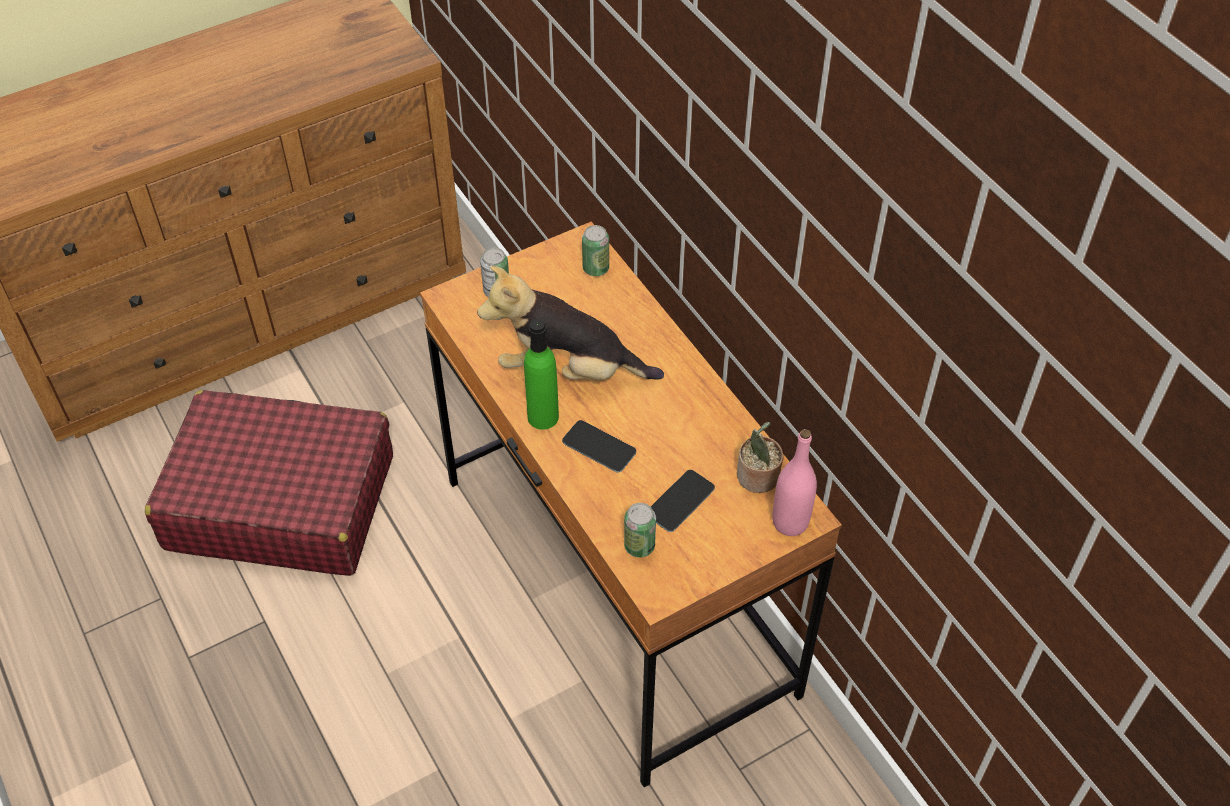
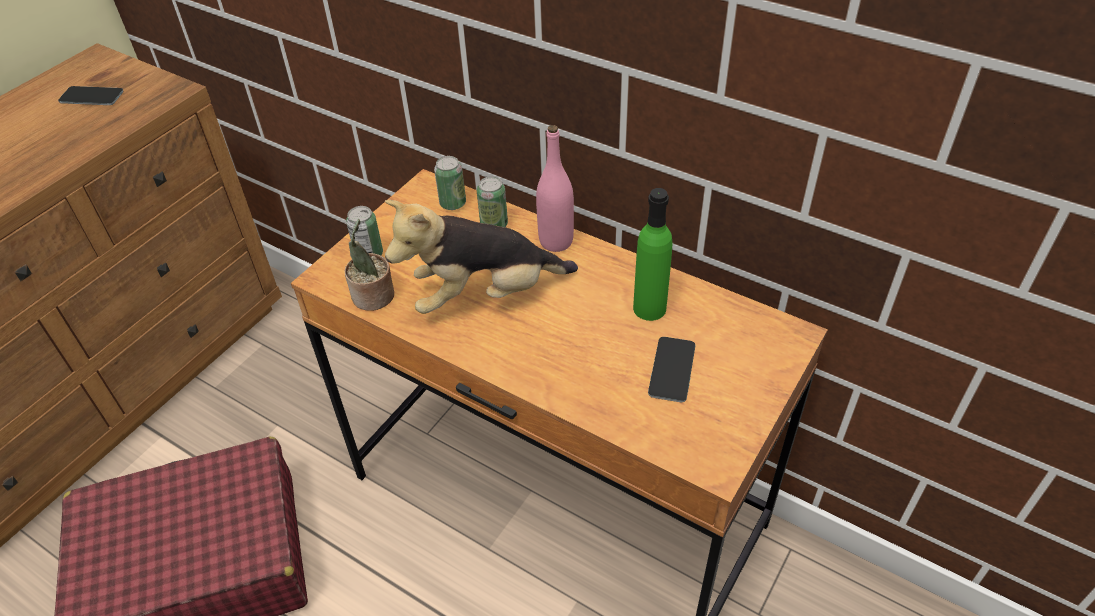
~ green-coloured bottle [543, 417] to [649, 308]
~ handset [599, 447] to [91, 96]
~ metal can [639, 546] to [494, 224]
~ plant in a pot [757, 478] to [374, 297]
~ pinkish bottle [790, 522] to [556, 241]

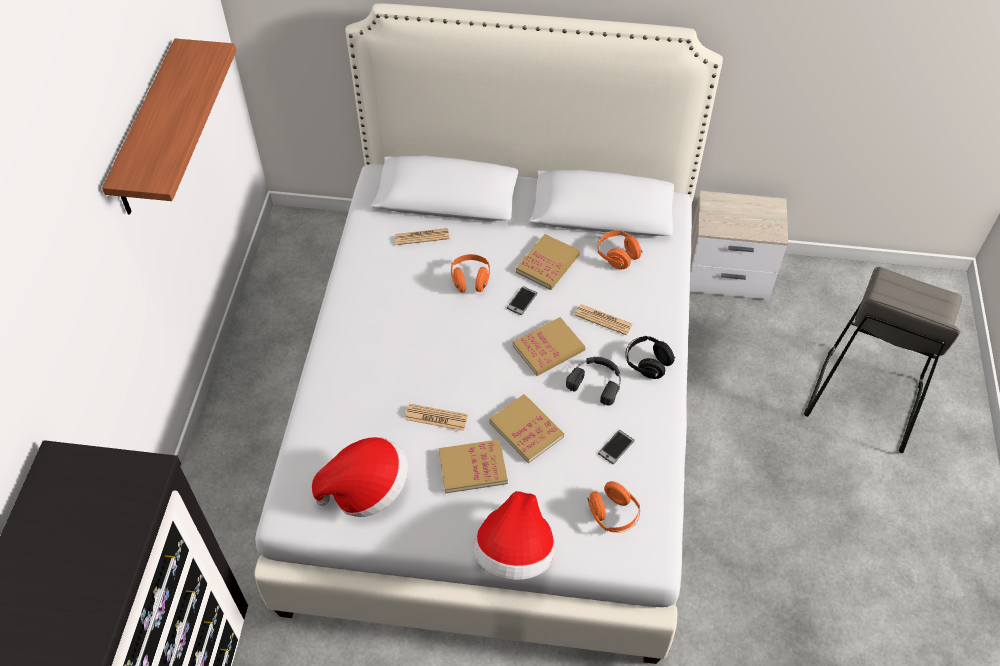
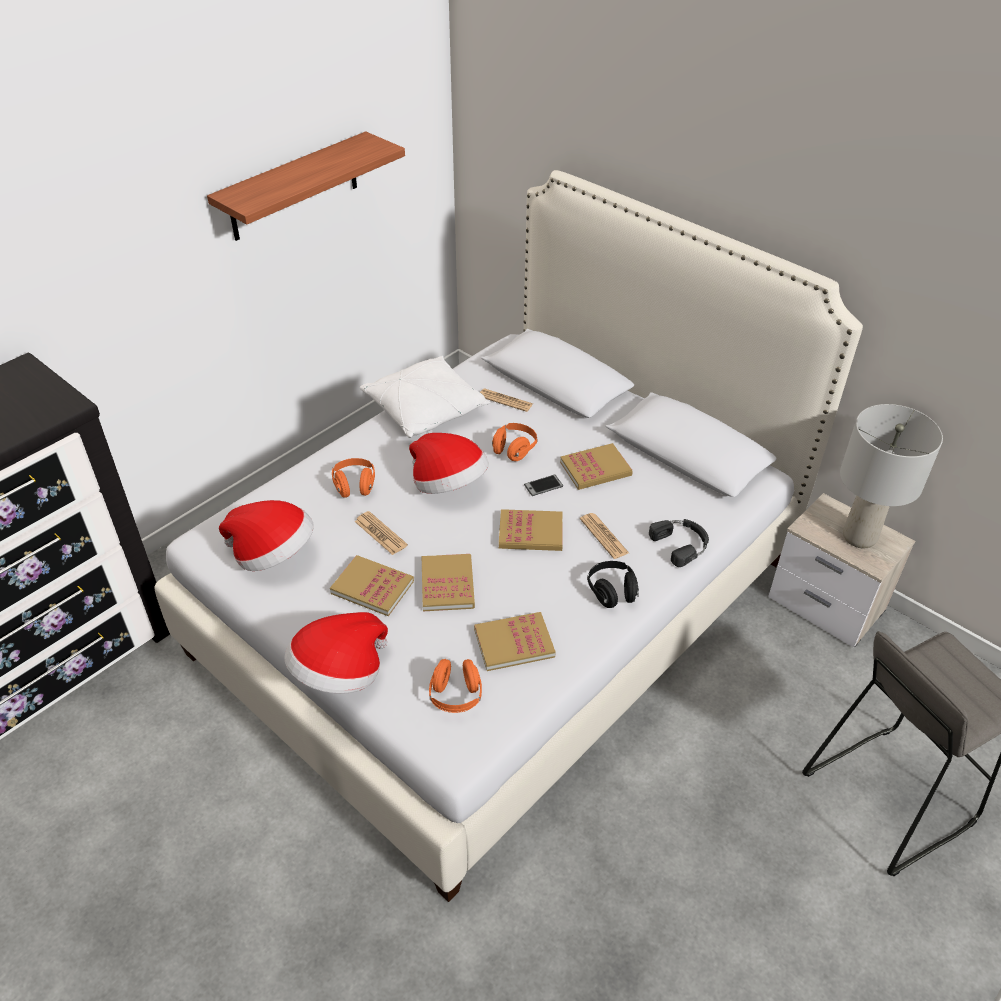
~ black-coloured headphones [596, 381] to [681, 544]
~ orangey headphones [617, 256] to [354, 486]
~ handset [616, 447] to book [514, 643]
+ whitish pillow [426, 409]
+ hat [449, 485]
+ grey table lamp [858, 536]

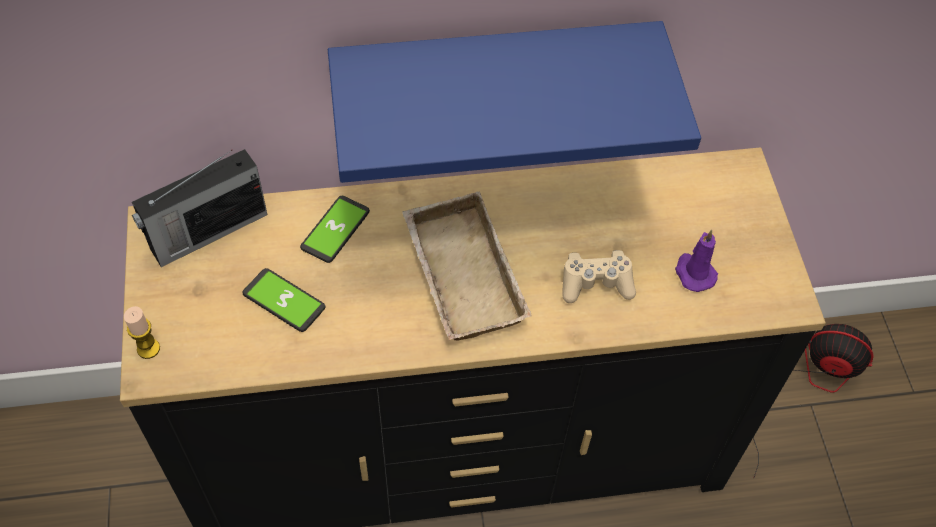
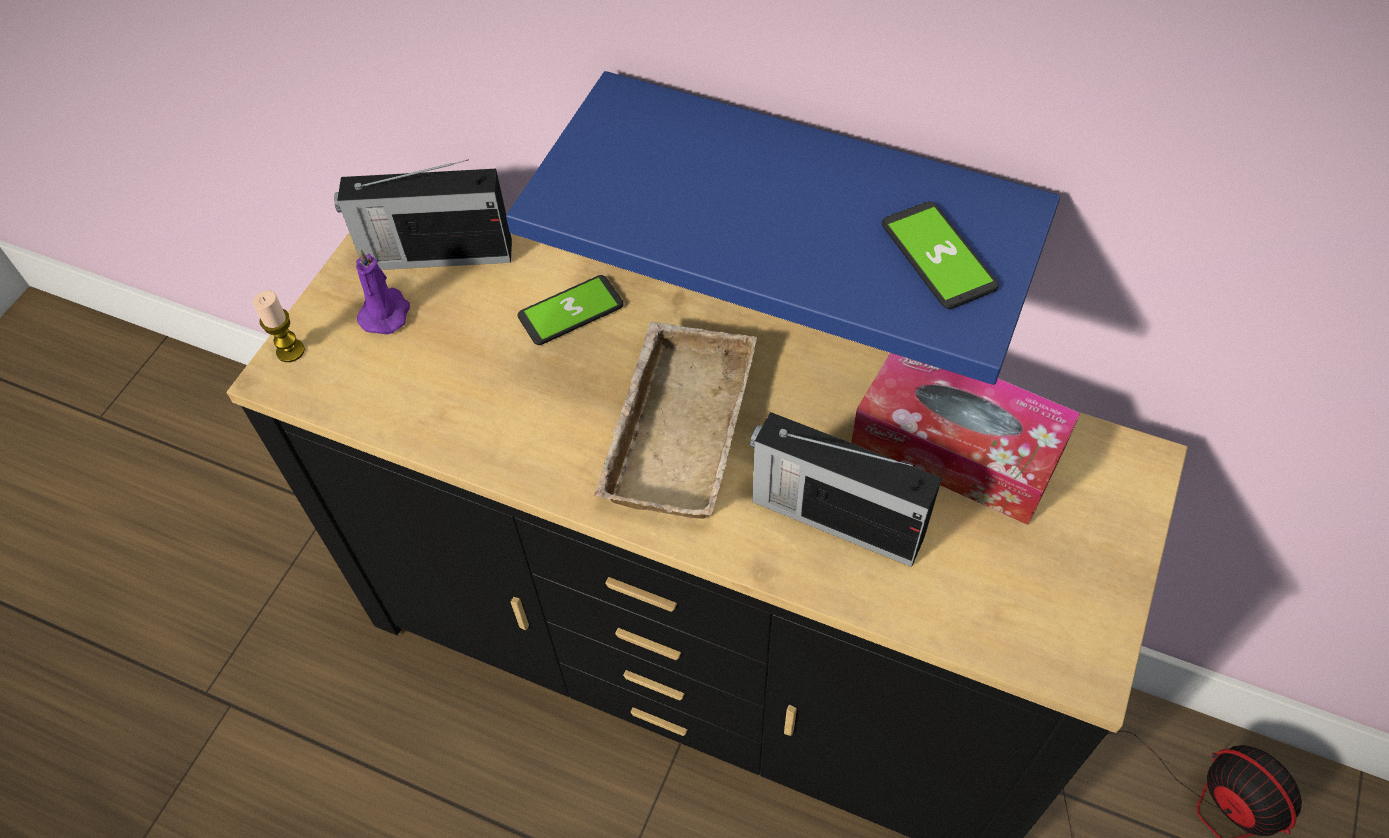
~ handset [284, 301] to [938, 256]
~ beige game controller [596, 283] to radio set [834, 517]
~ purplish candle [694, 273] to [386, 312]
+ box of tissues [957, 446]

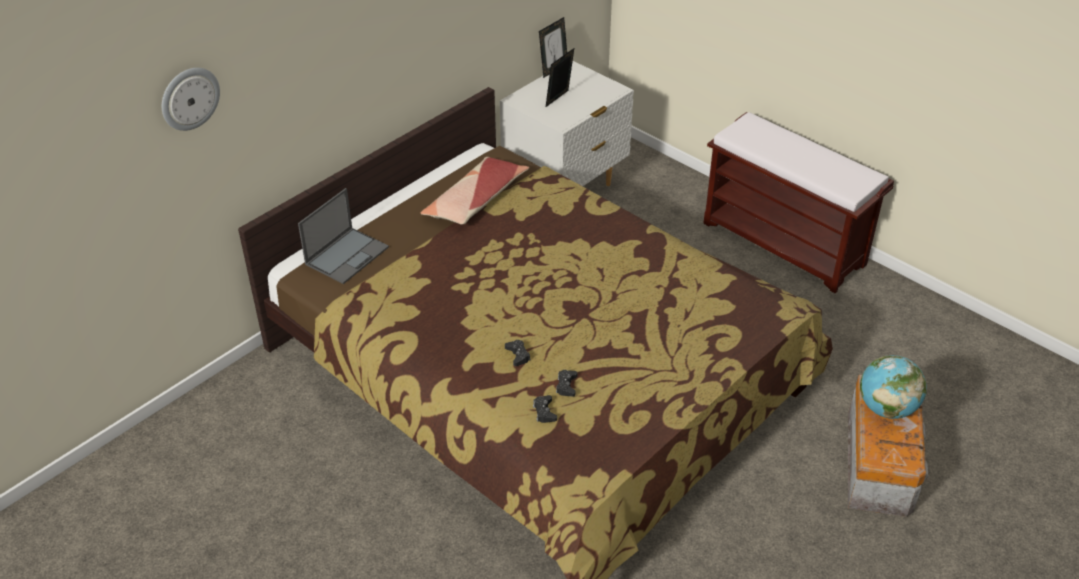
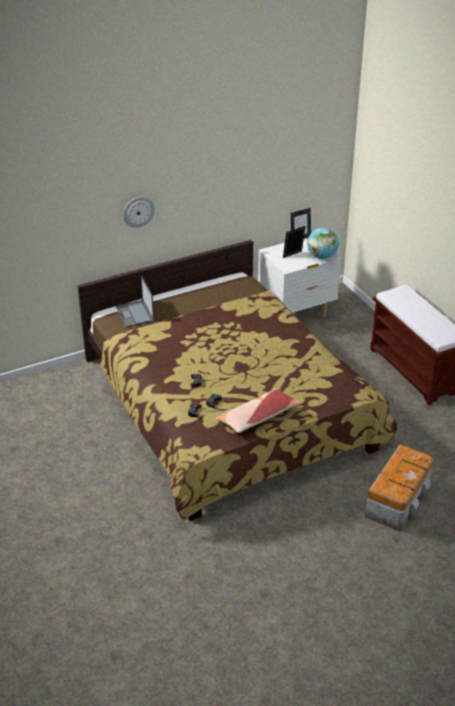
~ wall clock [189, 98] to [138, 211]
~ laptop [347, 255] = [135, 314] 105 degrees clockwise
~ pillow [475, 201] to [258, 417]
~ globe [886, 408] to [322, 257]

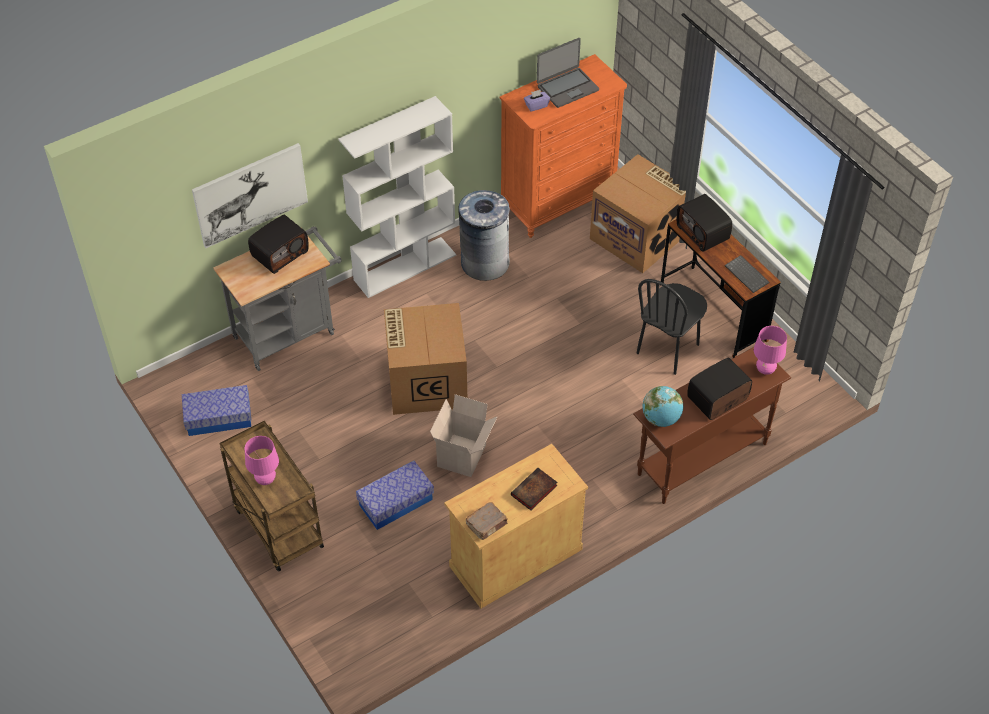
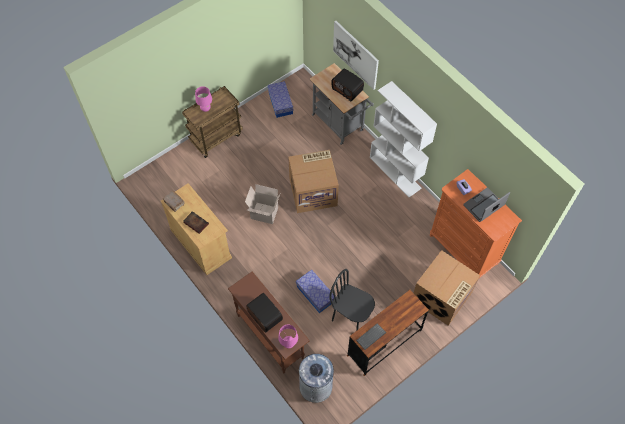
~ storage box [395, 502] to [315, 294]
~ grey rubbish bin [484, 262] to [316, 386]
~ laptop [567, 88] = [484, 205] 90 degrees clockwise
- globe [661, 418]
- radio set [703, 232]

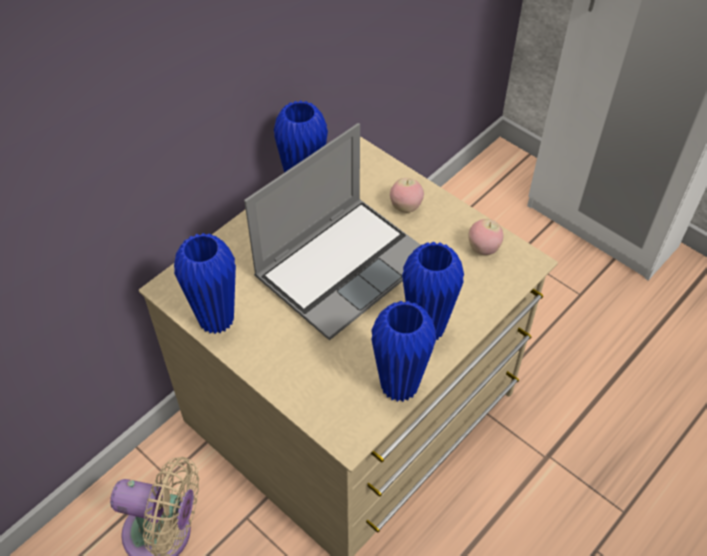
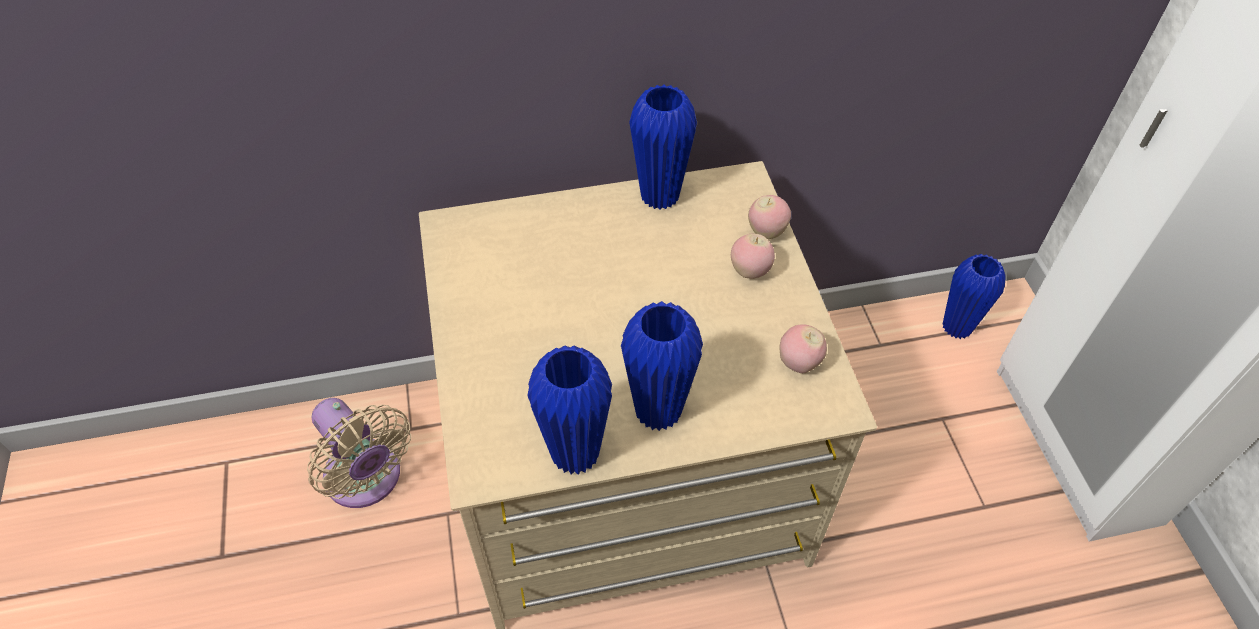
~ bluish decorative vase [216, 320] to [957, 327]
- laptop [343, 266]
+ apple fruit [766, 232]

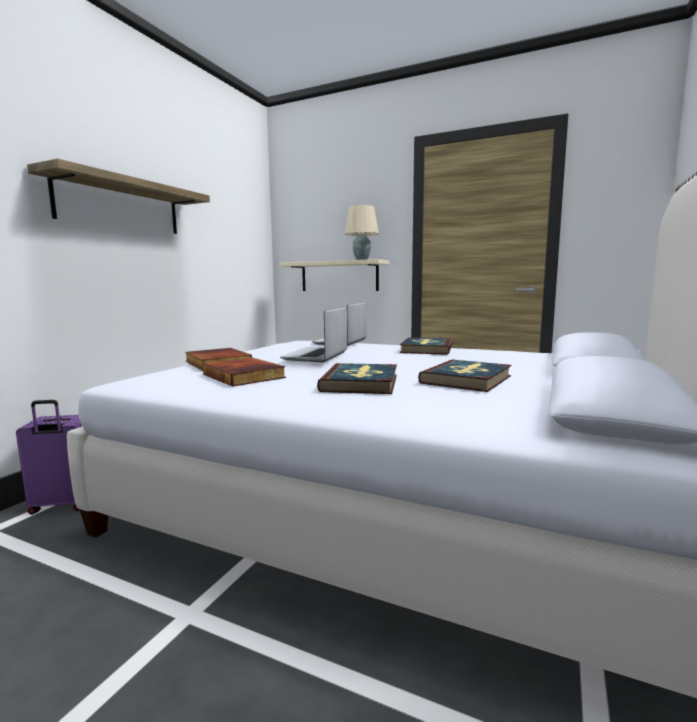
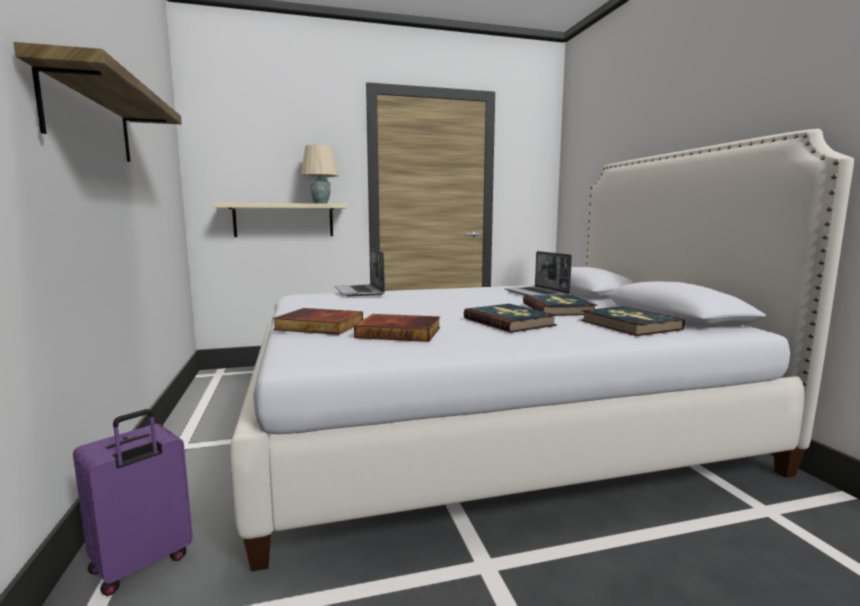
~ laptop [316, 356] to [537, 294]
~ book [426, 349] to [629, 325]

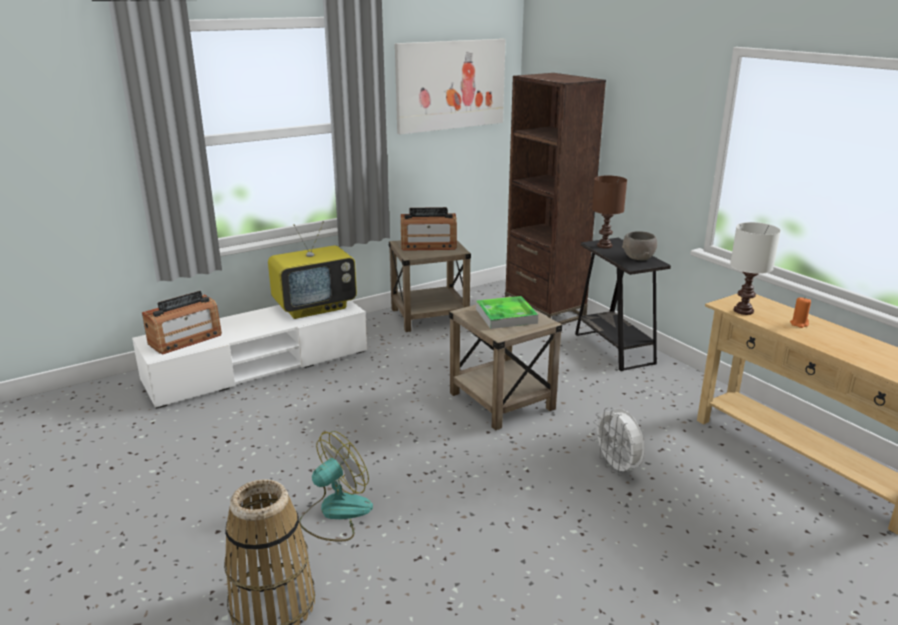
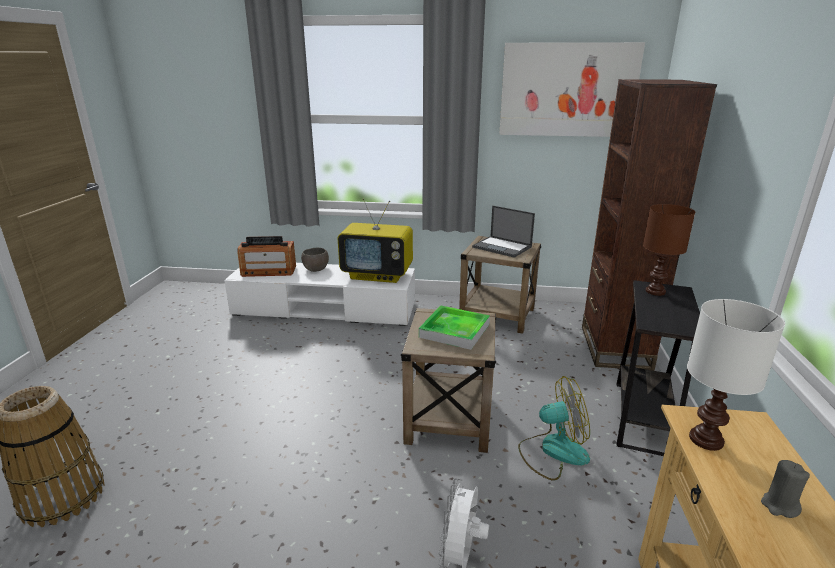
~ electric fan [335, 513] to [553, 451]
~ radio set [428, 245] to laptop [502, 247]
~ grey bowl [638, 257] to [315, 268]
~ orangey candle [799, 324] to grey candle [779, 506]

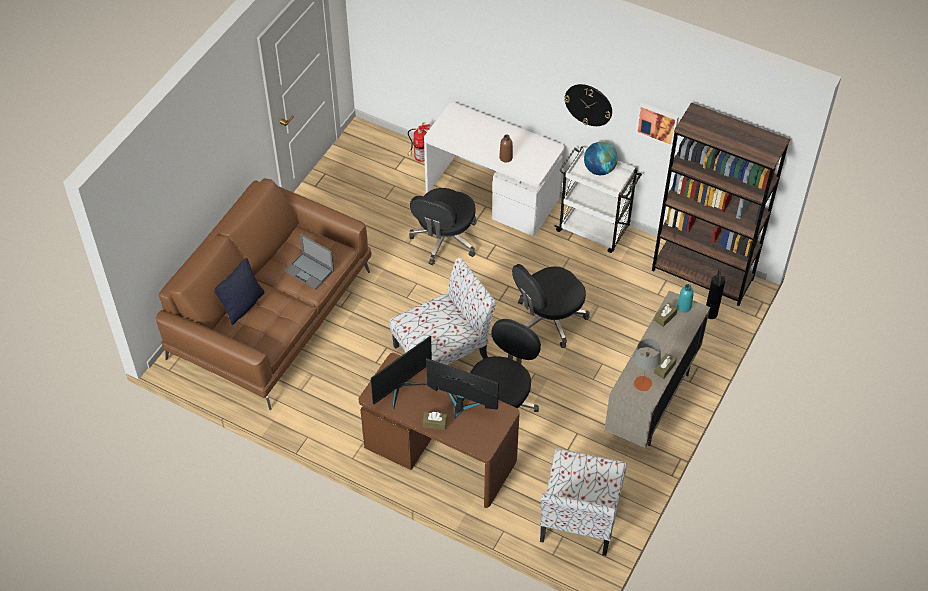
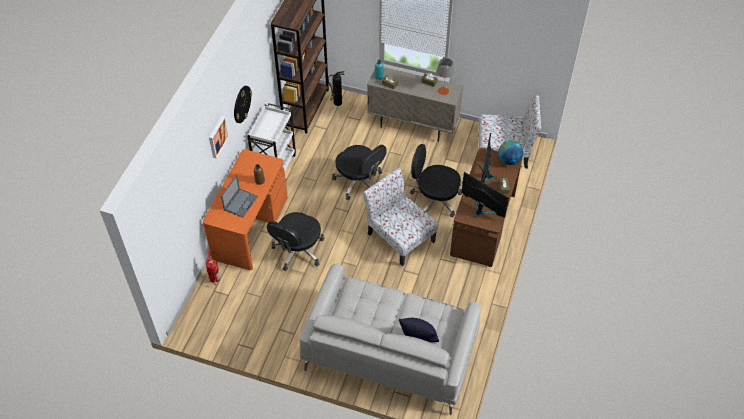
~ brown sofa [272, 313] to grey sofa [390, 350]
~ laptop [310, 271] to [241, 202]
~ black-coloured desk chair [444, 240] = [298, 251] 105 degrees clockwise
~ whitish desk unit [493, 196] to orangey desk unit [250, 227]
~ globe [599, 169] to [509, 160]
~ wall art [658, 123] to [217, 136]

